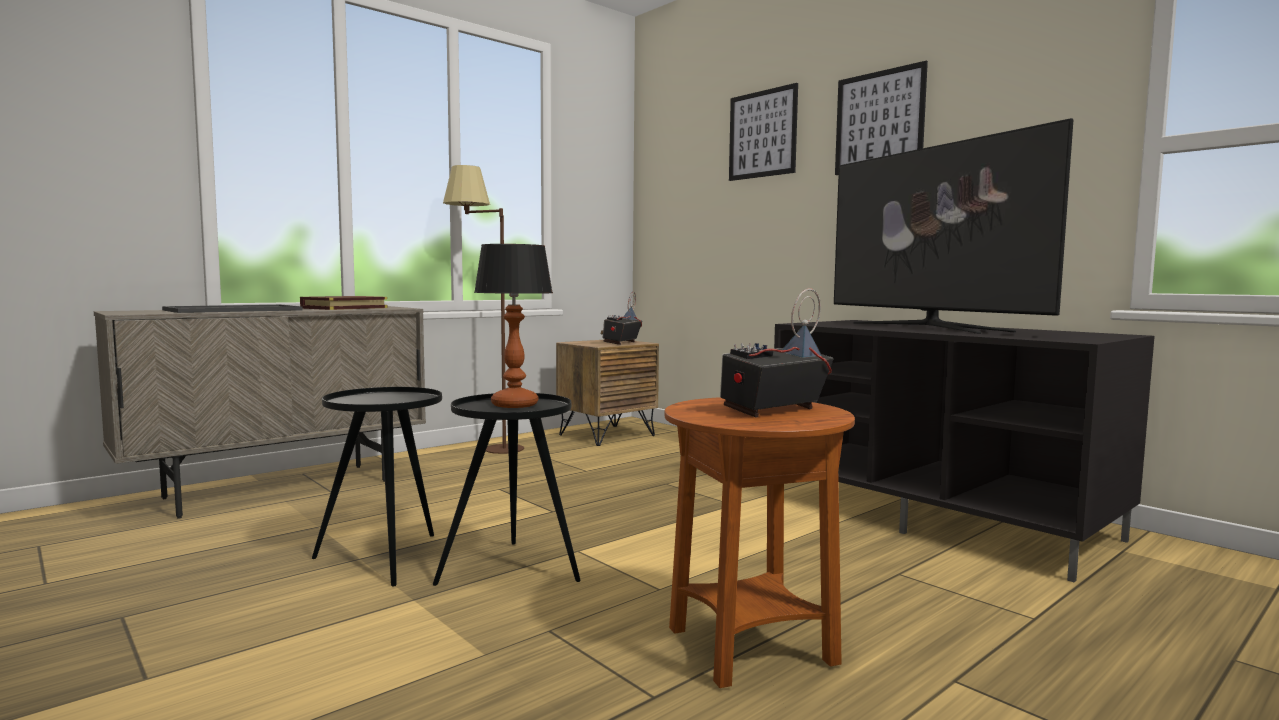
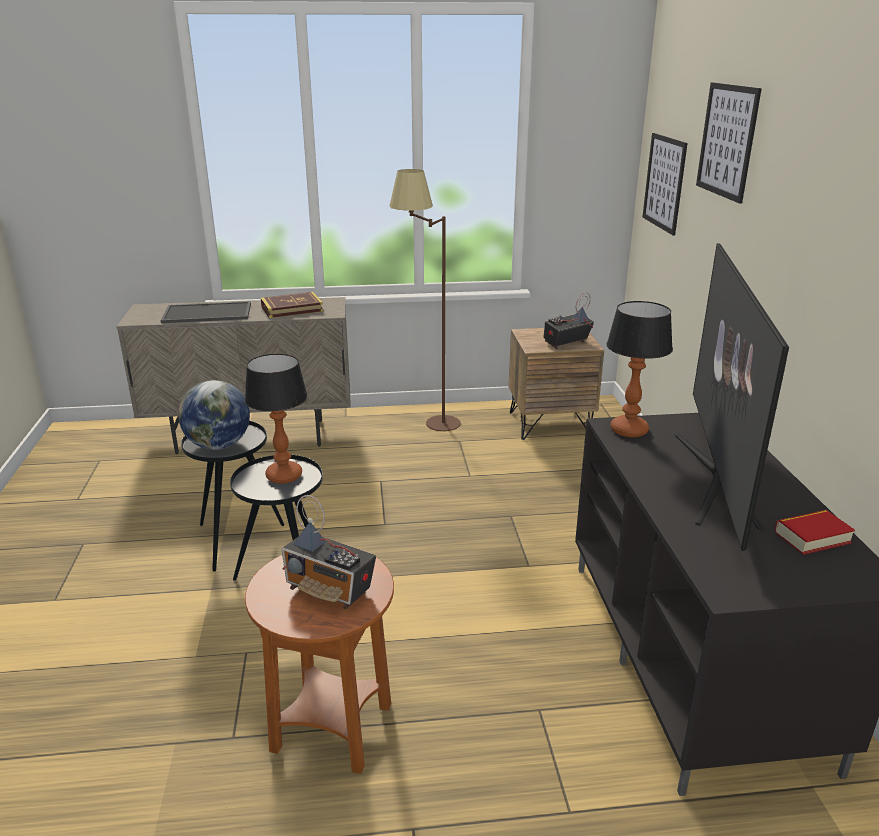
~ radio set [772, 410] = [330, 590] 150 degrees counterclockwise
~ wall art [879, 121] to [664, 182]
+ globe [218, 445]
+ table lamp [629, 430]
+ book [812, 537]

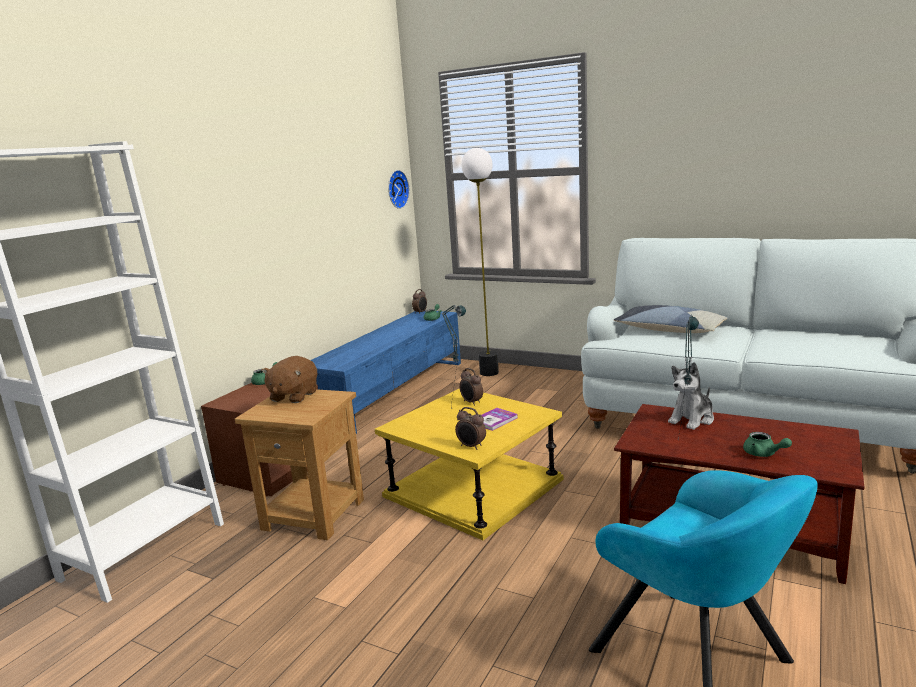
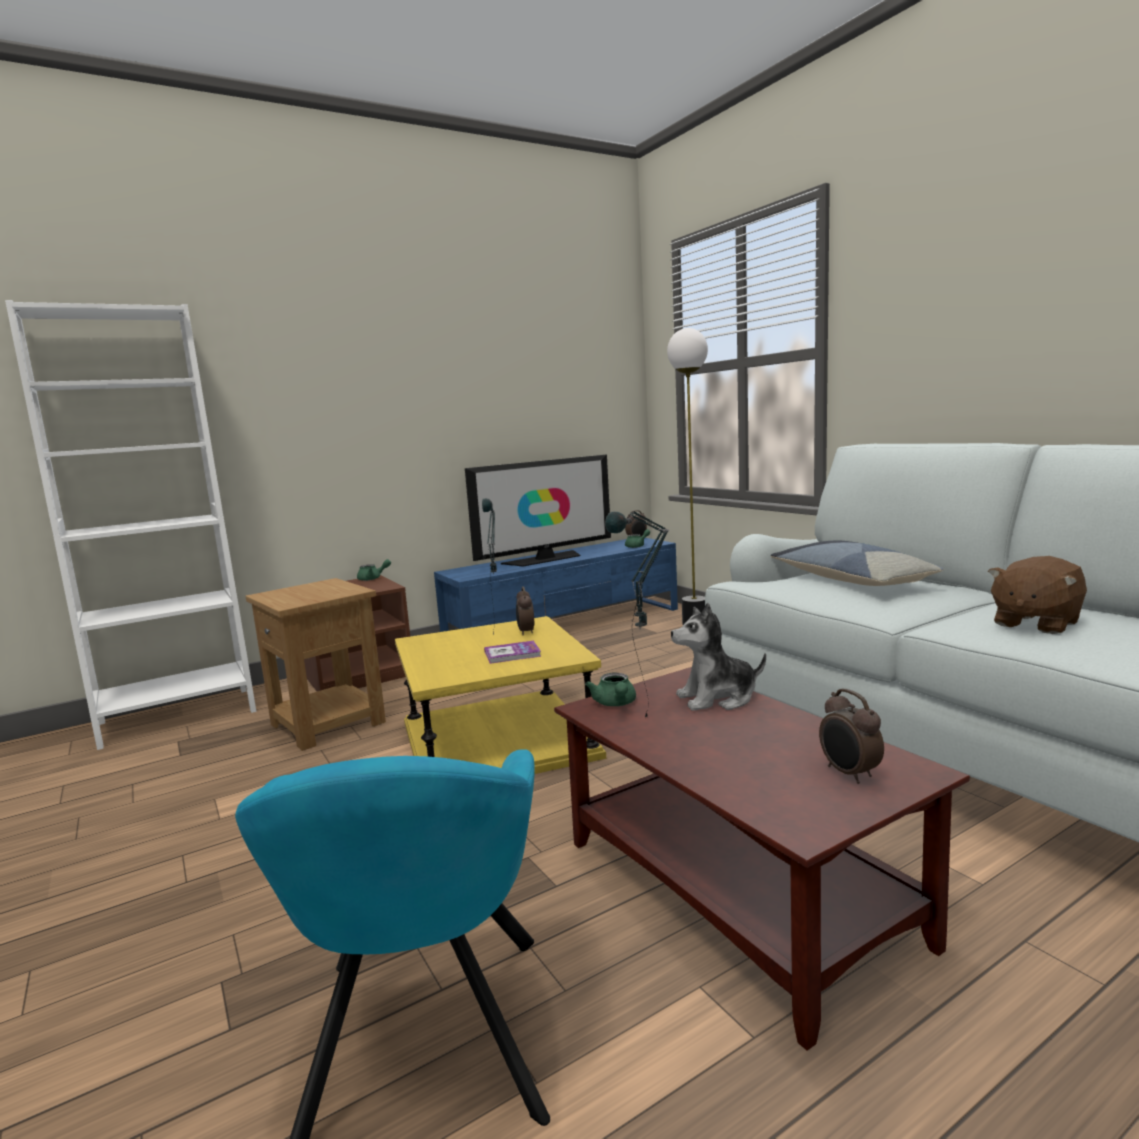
~ brown soft toy [293, 396] to [1035, 623]
- wall clock [396, 189]
~ table clock [471, 446] to [849, 774]
~ green-coloured teapot [763, 454] to [615, 704]
+ TV set [545, 559]

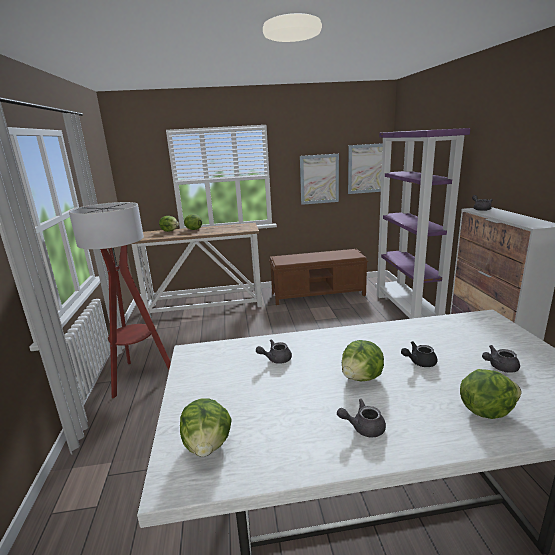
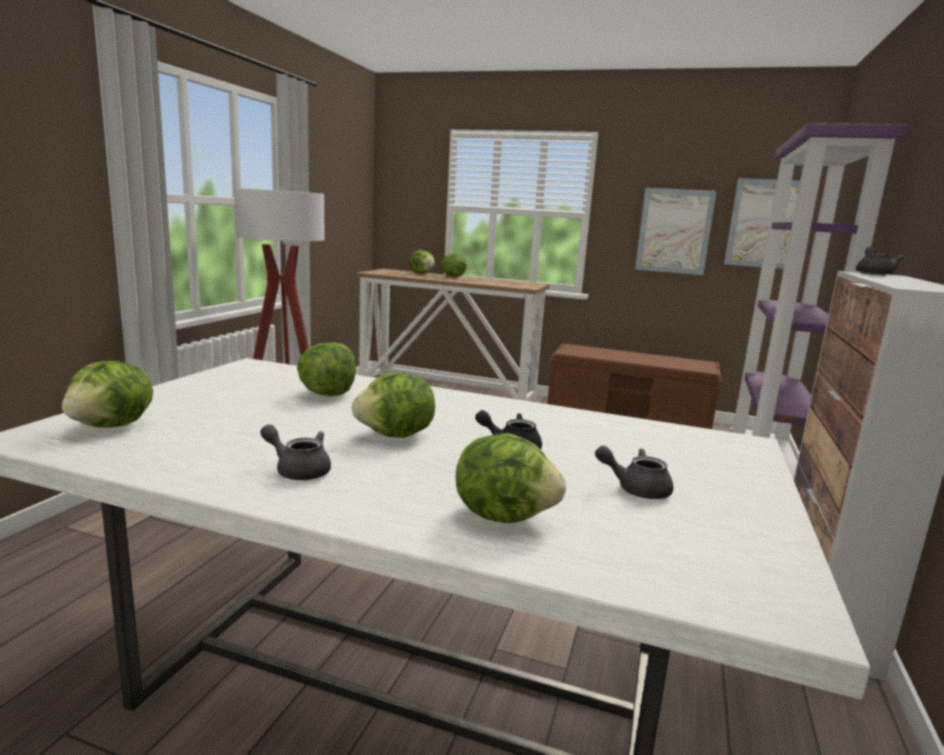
~ grey teapot [275, 359] to lettuce [327, 394]

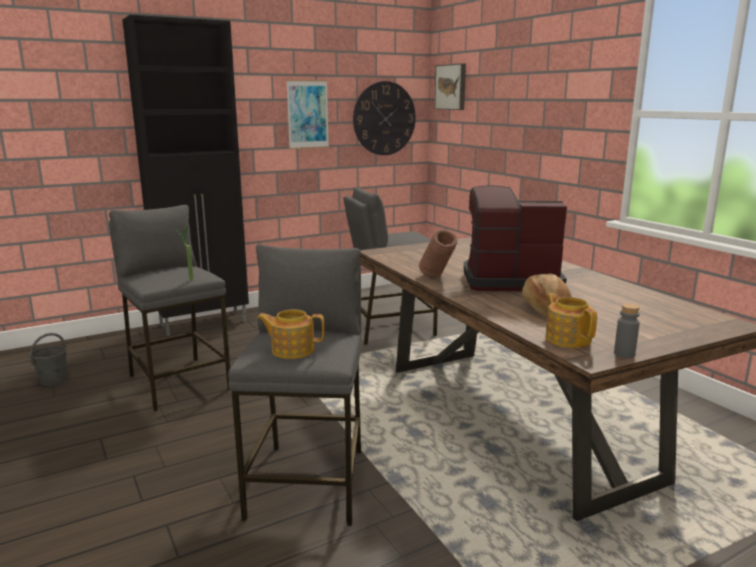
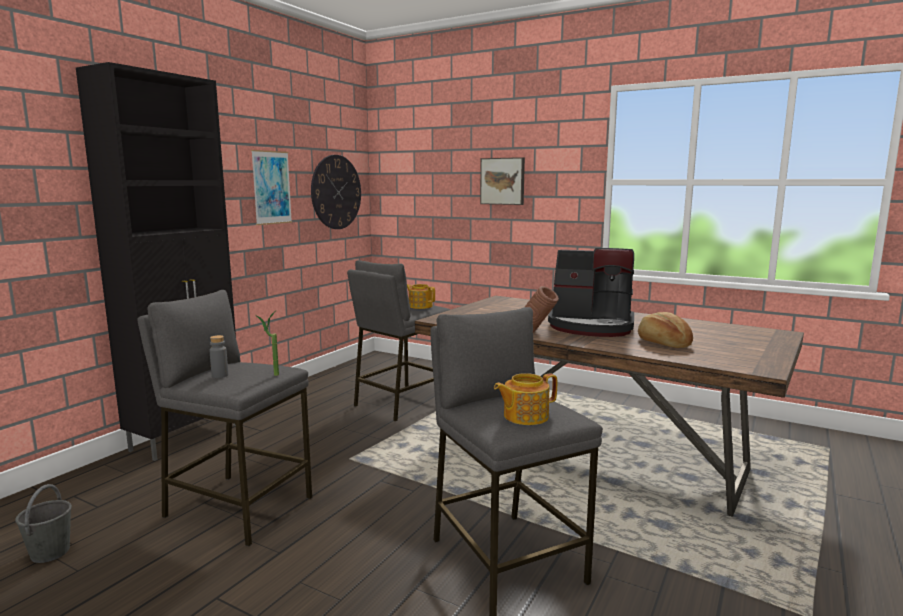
~ wall art [451, 87] to [503, 181]
~ coffee brewer [509, 280] = [591, 326] 135 degrees counterclockwise
~ teapot [568, 339] to [420, 306]
~ grey bottle [624, 354] to [220, 375]

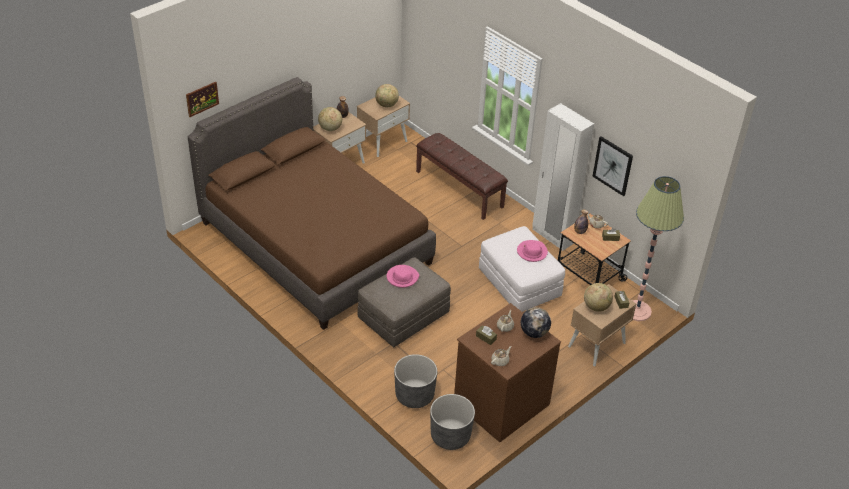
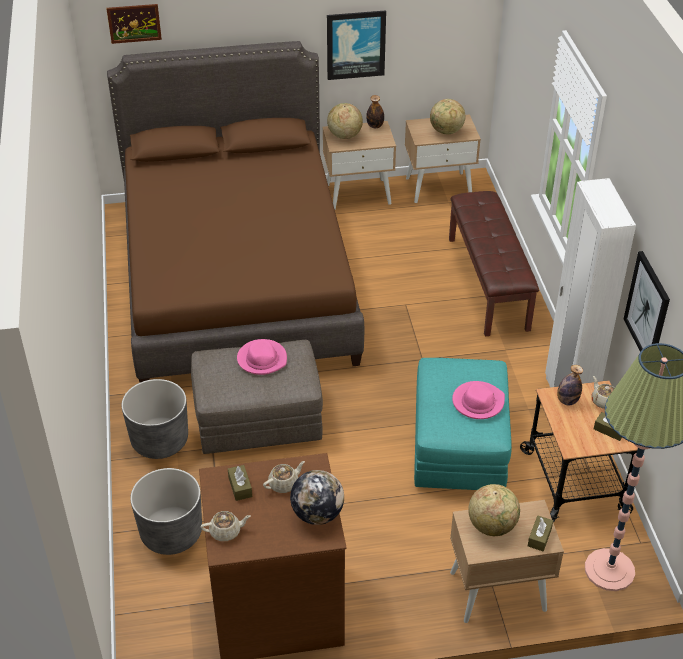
~ grey planter [450, 436] to [160, 440]
~ whitish pouffe [519, 283] to turquoise-coloured pouffe [459, 446]
+ wall art [355, 44]

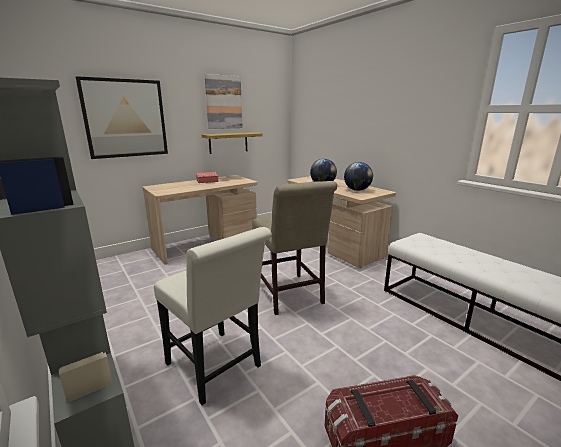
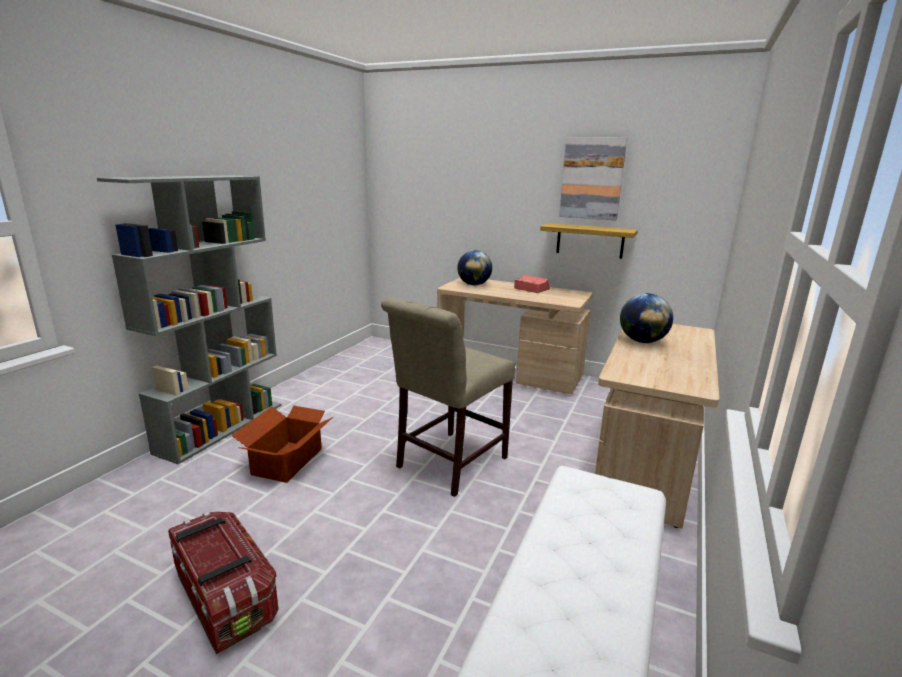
- wall art [125, 118]
~ whitish plain chair [217, 368] to packing box [286, 461]
~ globe [357, 190] to [474, 285]

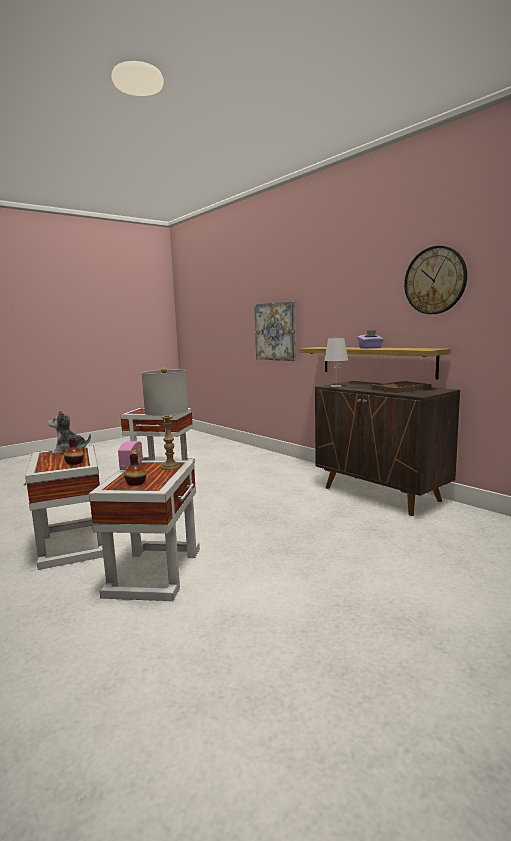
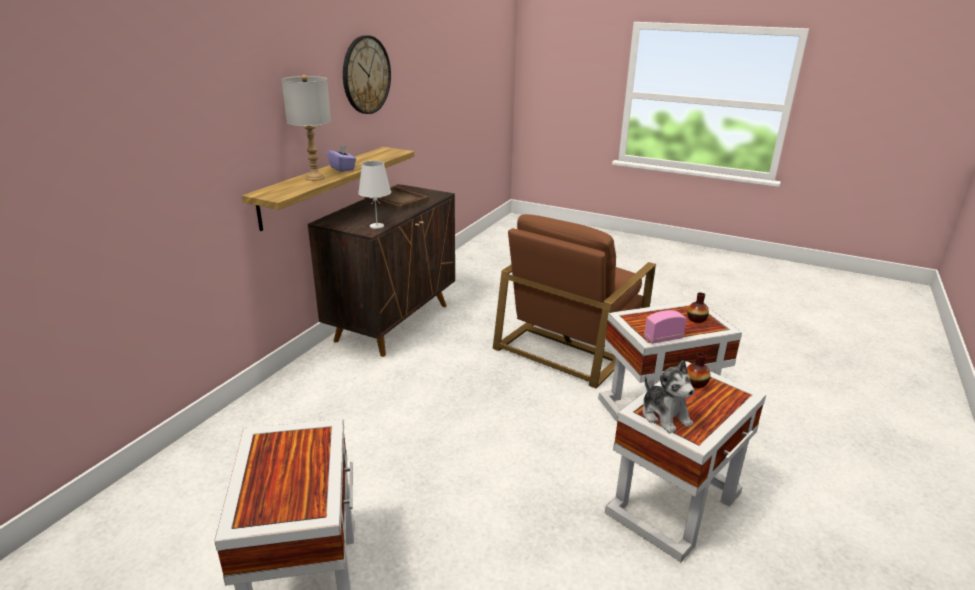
~ grey table lamp [171, 467] to [315, 178]
- wall art [275, 331]
+ brown easy chair [570, 342]

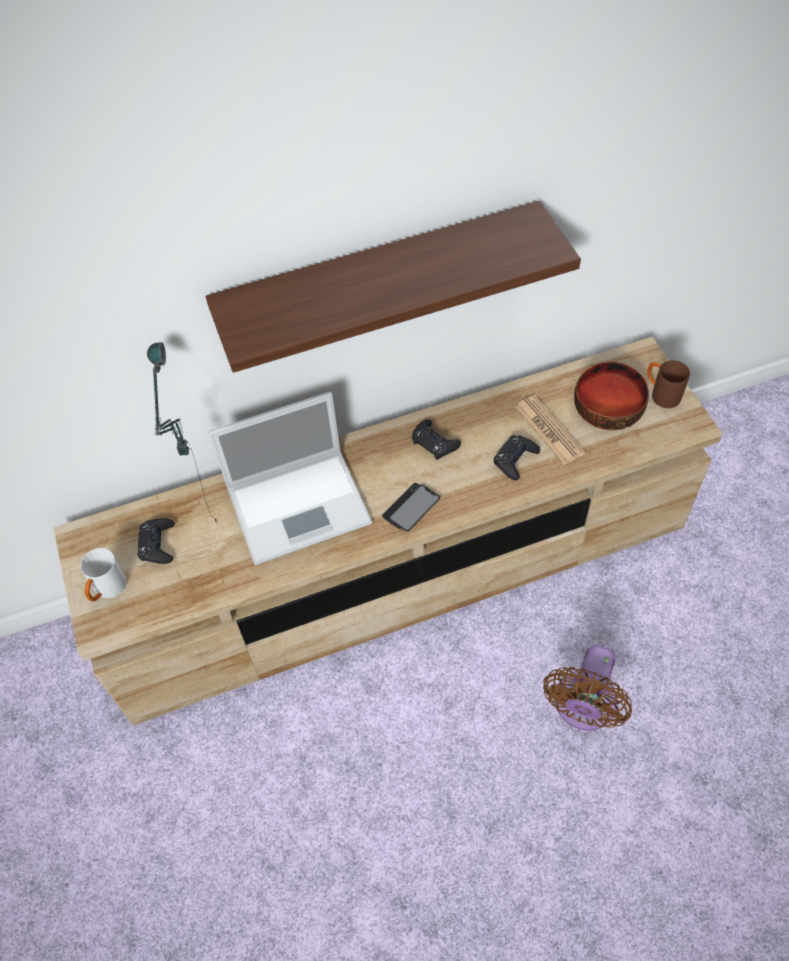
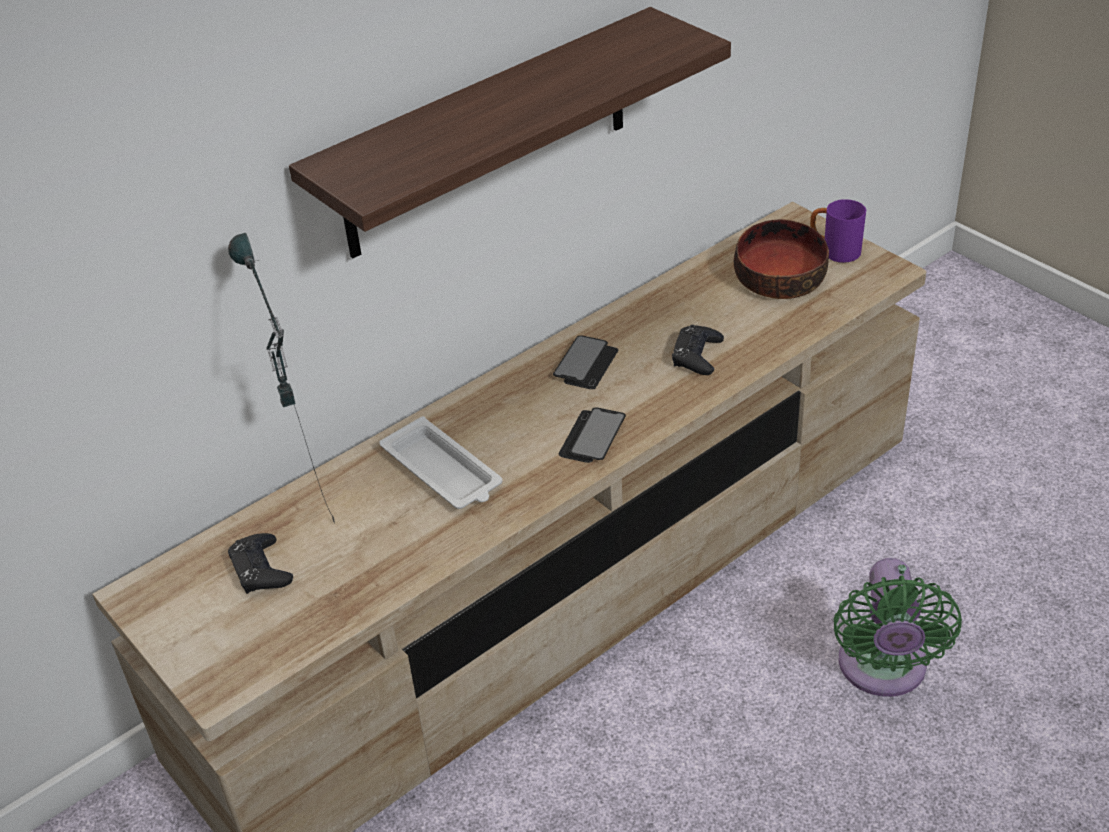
- whitish mug [107, 590]
~ laptop [301, 504] to whitish serving tray [443, 472]
~ black-coloured game controller [434, 442] to handset [586, 364]
- daily paper [549, 430]
~ brown electric fan [582, 707] to green-coloured electric fan [883, 670]
~ brown mug [661, 394] to purplish mug [834, 251]

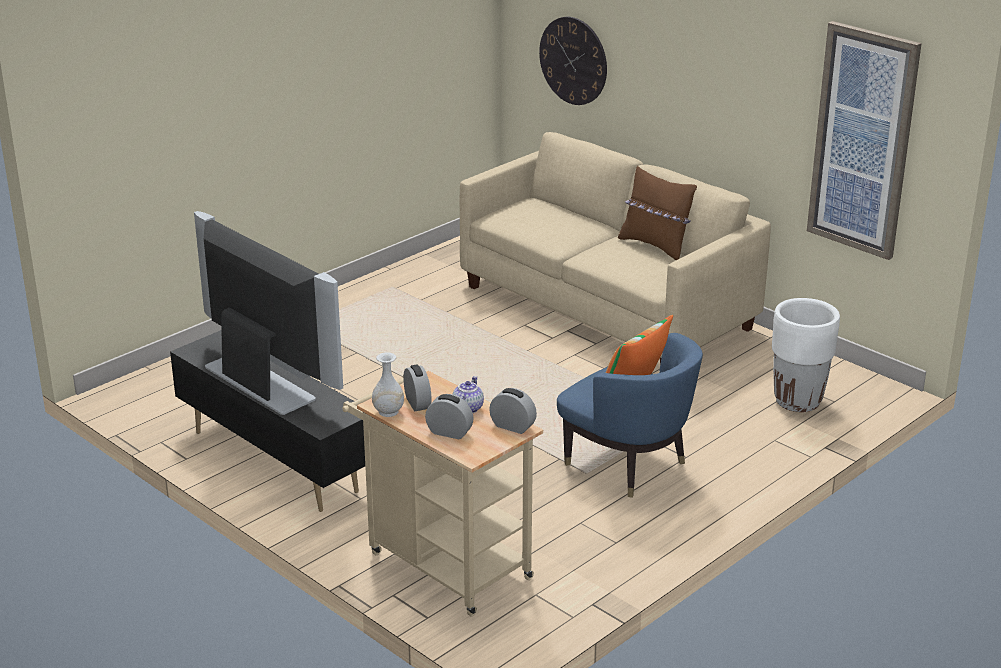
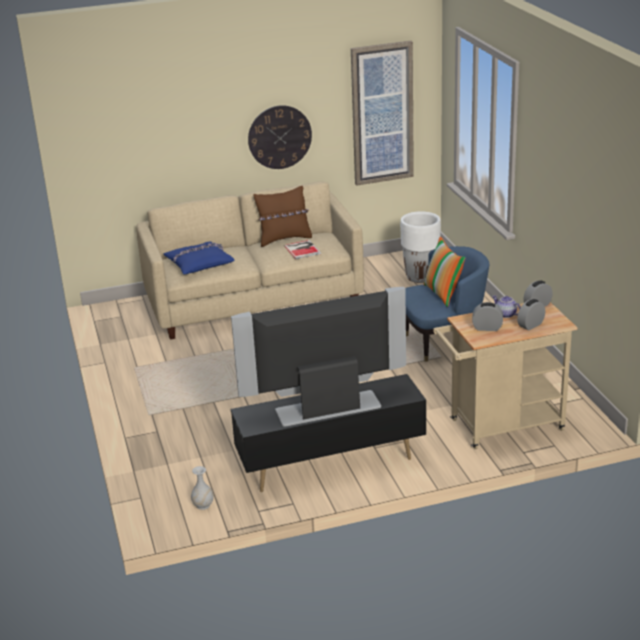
~ whitish decorative vase [388, 412] to [203, 505]
~ wall clock [573, 60] to [279, 137]
+ bluish pillow [199, 263]
+ book [302, 249]

